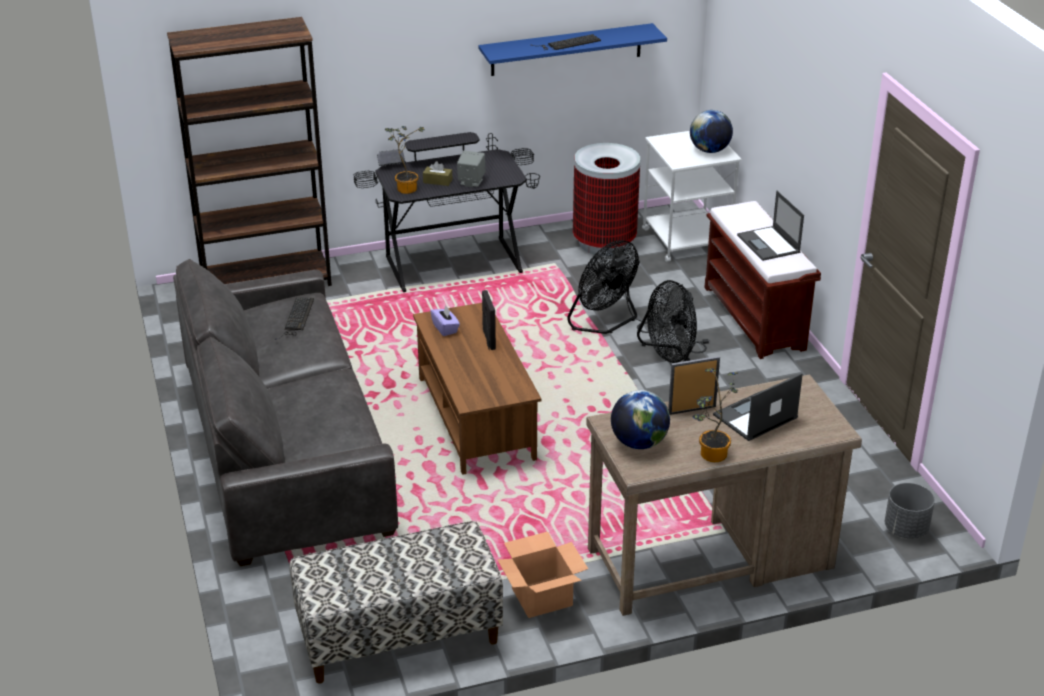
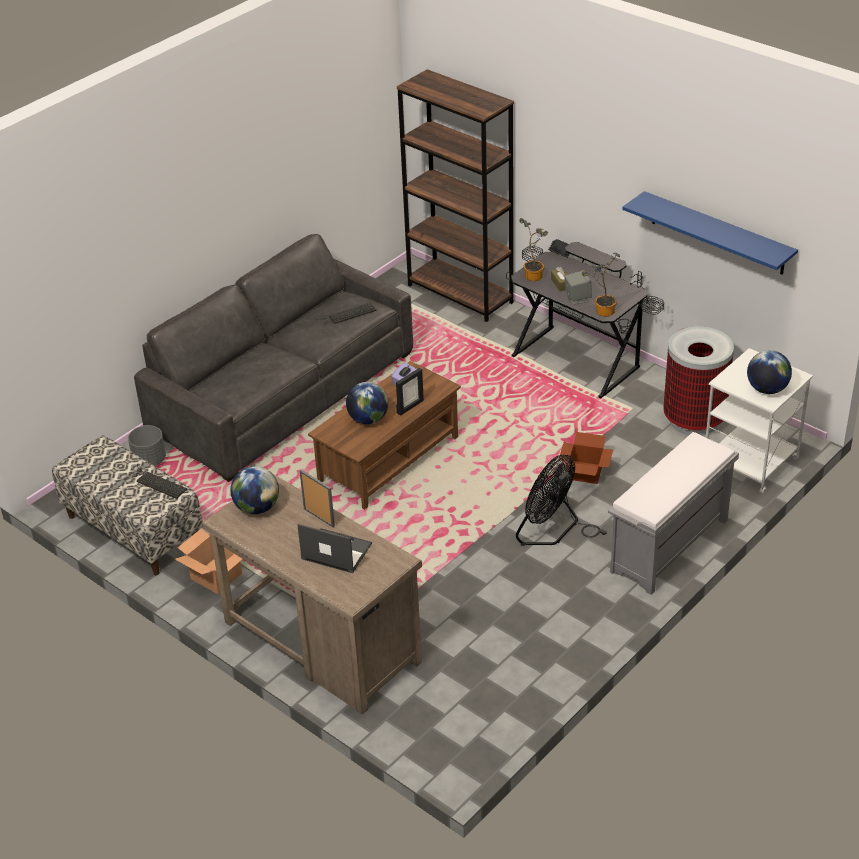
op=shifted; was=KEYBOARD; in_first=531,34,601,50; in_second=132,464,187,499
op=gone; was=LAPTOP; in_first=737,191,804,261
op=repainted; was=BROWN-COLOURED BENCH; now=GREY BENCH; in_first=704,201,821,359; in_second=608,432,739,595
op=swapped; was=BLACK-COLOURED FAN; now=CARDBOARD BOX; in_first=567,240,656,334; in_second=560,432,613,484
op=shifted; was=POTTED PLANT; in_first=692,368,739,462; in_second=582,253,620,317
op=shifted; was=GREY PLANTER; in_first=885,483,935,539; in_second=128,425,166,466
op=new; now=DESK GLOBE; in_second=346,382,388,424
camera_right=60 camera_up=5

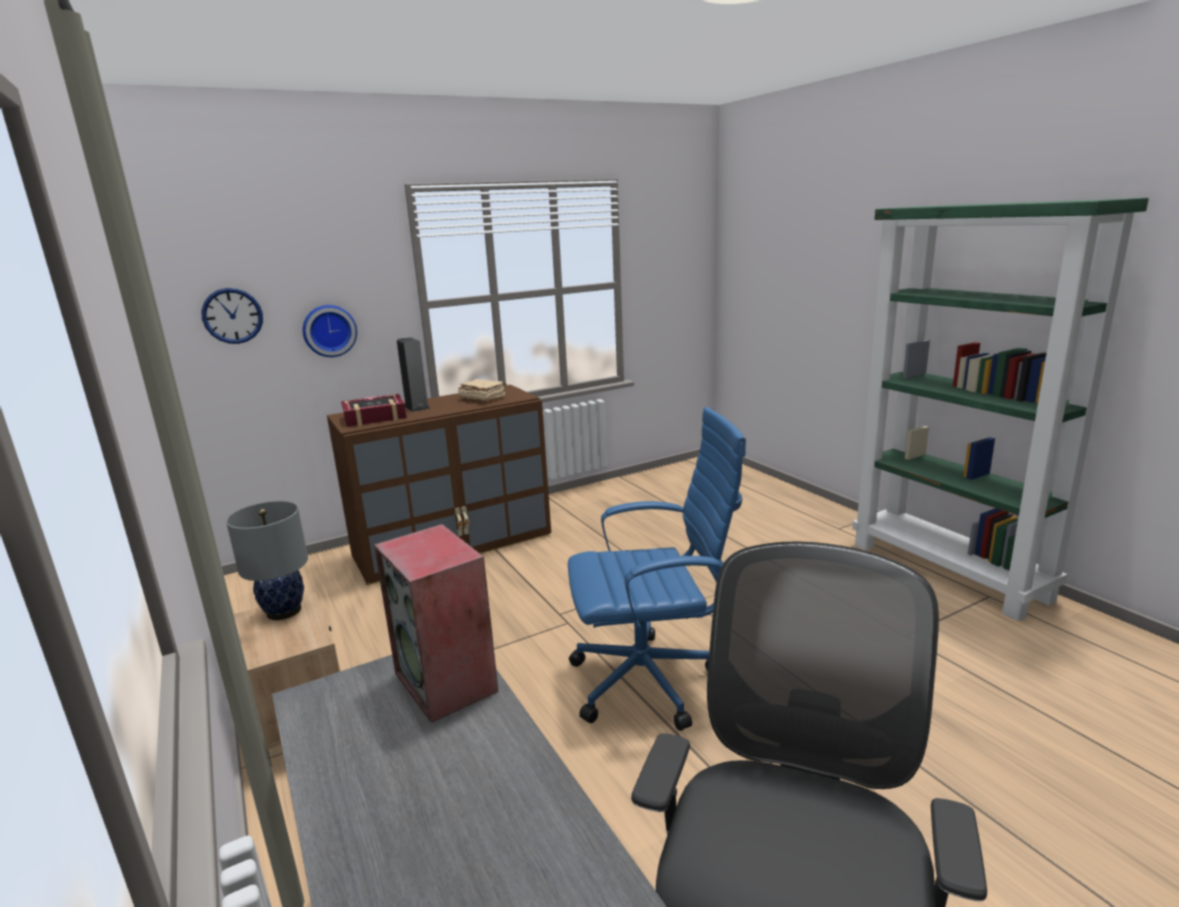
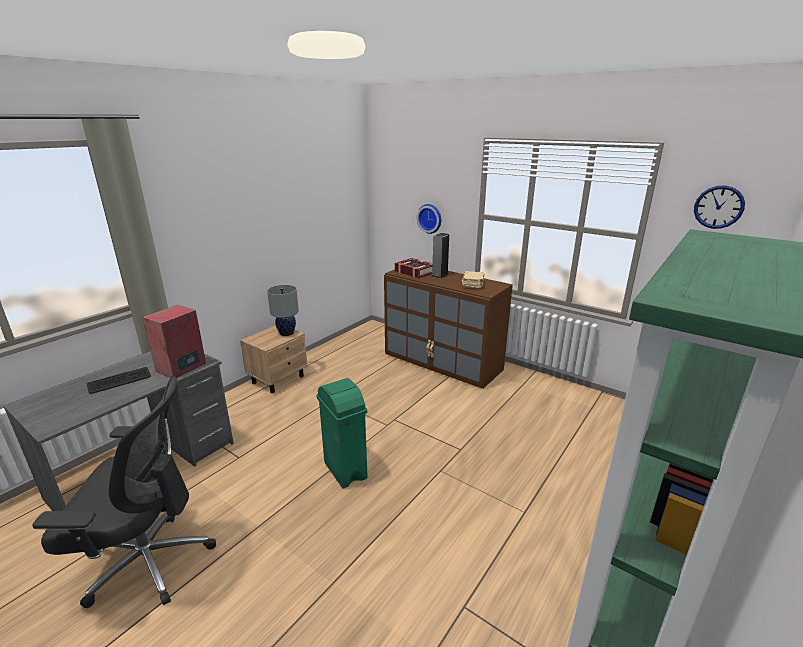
op=shifted; was=HANGING CLOCK; in_first=201,288,263,344; in_second=694,185,745,229
op=swapped; was=BLUE-COLOURED OFFICE CHAIR; now=GREENISH WASTE BIN; in_first=568,407,746,731; in_second=316,378,368,488
op=new; now=KEYBOARD; in_second=86,367,151,394
camera_right=65 camera_up=5

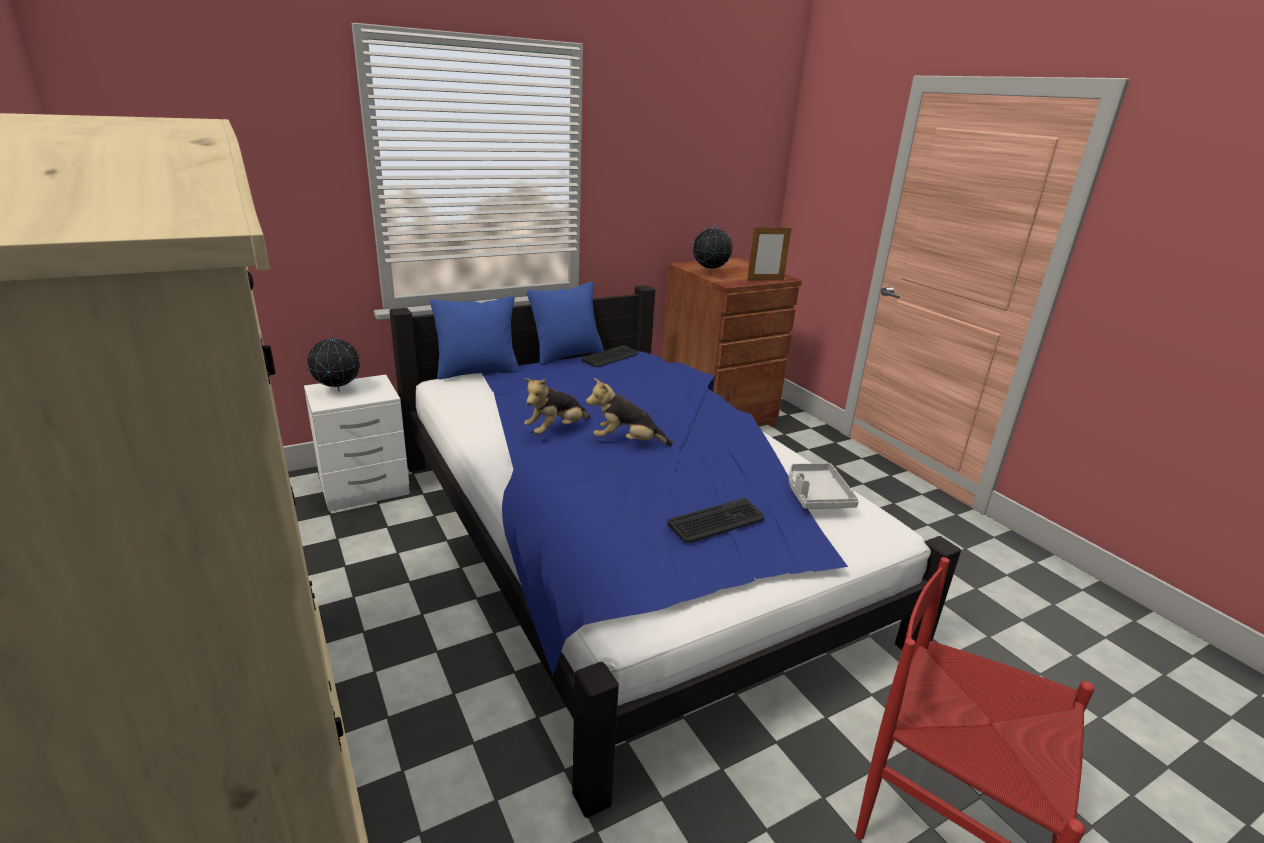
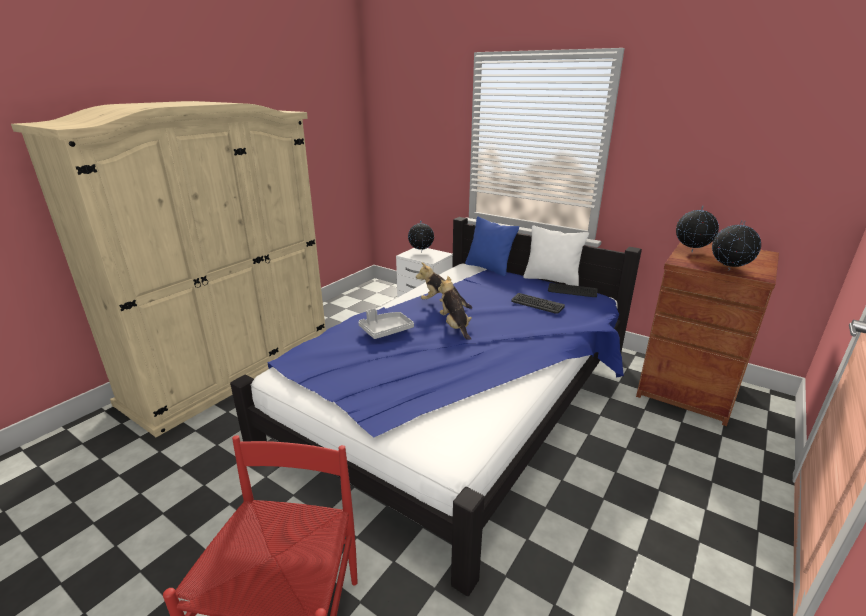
op=swapped; was=PHOTO FRAME; now=DESK GLOBE; in_first=747,226,791,280; in_second=712,220,761,271
op=repainted; was=BLUE-COLOURED CUSHION; now=WHITE CUSHION; in_first=527,281,604,365; in_second=523,225,589,286
op=shifted; was=GREY TRAY; in_first=789,463,859,509; in_second=358,308,414,339
op=shifted; was=KEYBOARD; in_first=667,498,764,543; in_second=511,293,565,314
camera_right=65 camera_up=0

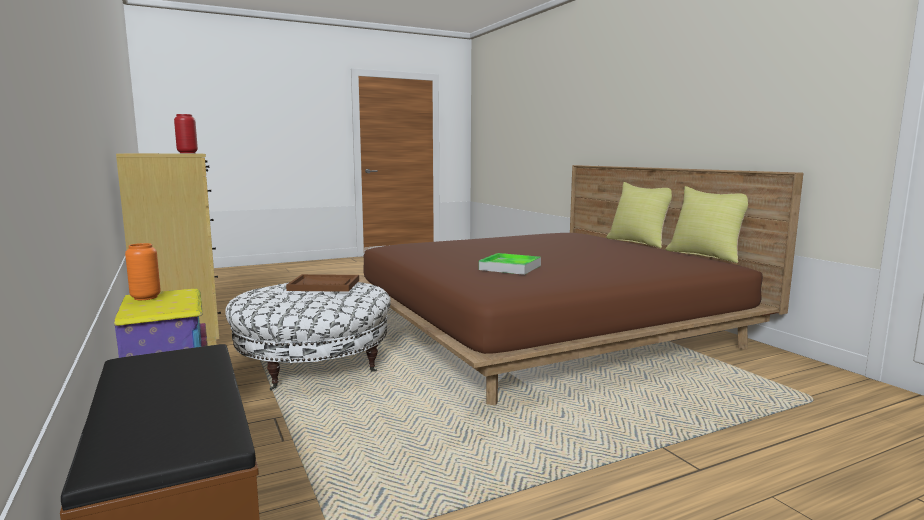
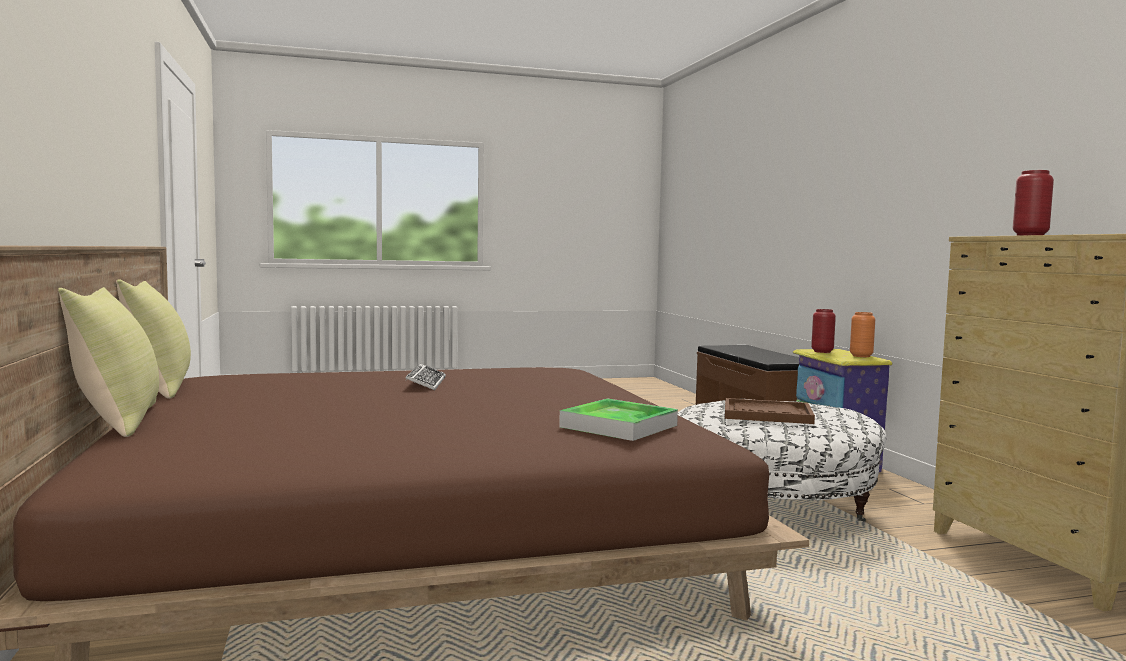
op=shifted; was=TRAY; in_first=479,253,541,275; in_second=559,398,678,441
op=new; now=RED VASE; in_second=811,309,836,353
op=new; now=KEYBOARD; in_second=405,364,446,390
camera_right=-170 camera_up=-5

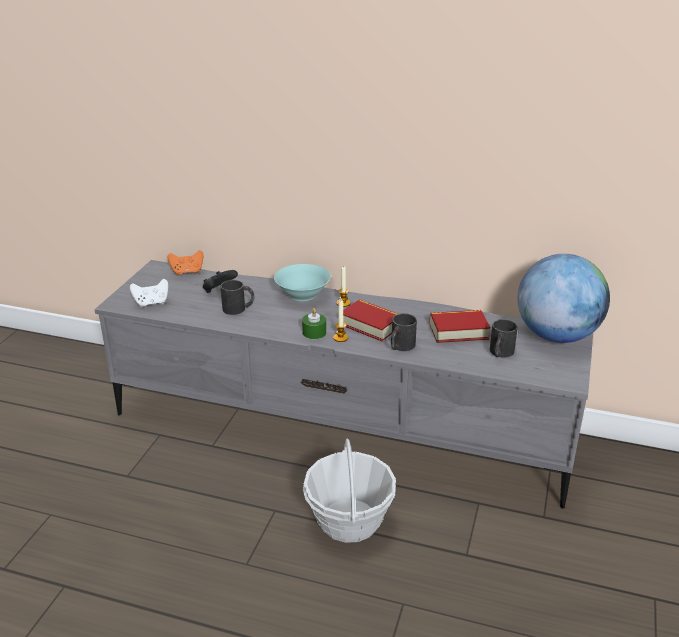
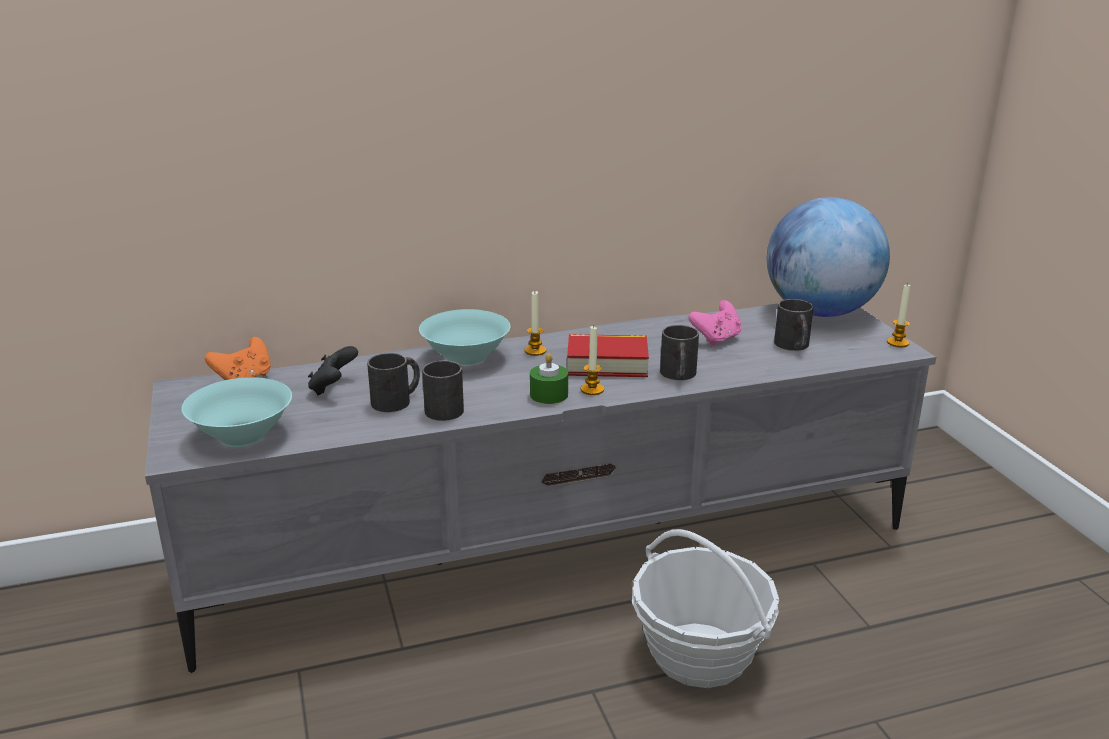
op=swapped; was=WHITE GAME CONTROLLER; now=TURQUOISE-COLOURED BOWL; in_first=130,279,168,308; in_second=182,377,292,447
op=swapped; was=BOUND BOOK; now=PINKISH GAME CONTROLLER; in_first=429,310,490,343; in_second=688,300,742,346
op=new; now=WAX LIGHT; in_second=887,283,911,347
op=new; now=BLACK-COLOURED COFFEE MUG; in_second=422,360,464,421
camera_right=-35 camera_up=-5

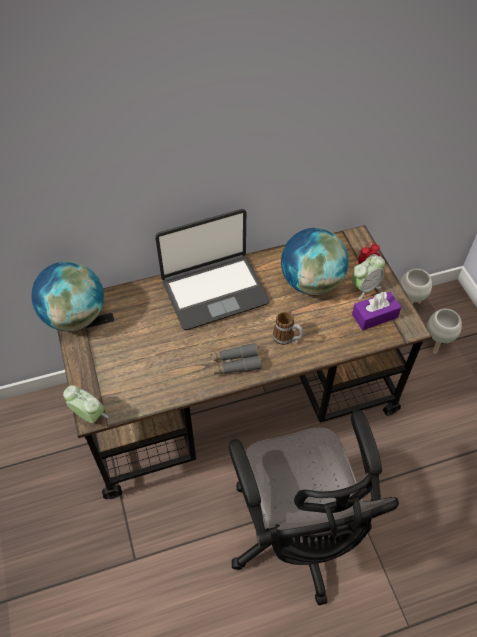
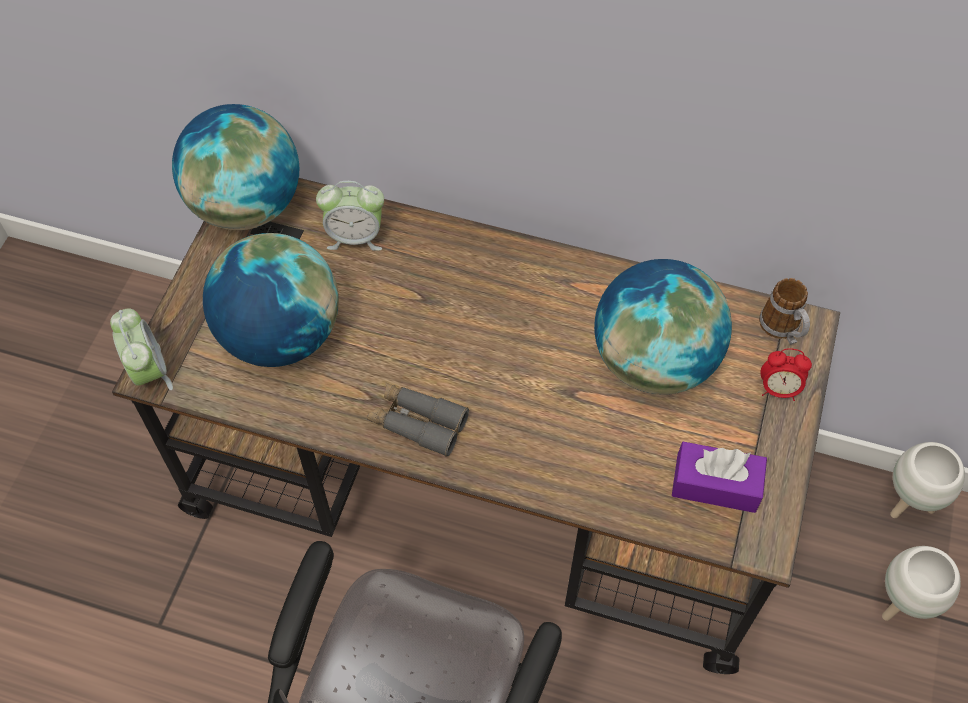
op=gone; was=LAPTOP; in_first=155,209,270,330
op=shifted; was=BEDSIDE CLOCK; in_first=351,256,385,300; in_second=316,181,384,251
op=shifted; was=COFFEE MUG; in_first=272,312,304,345; in_second=759,278,810,344
op=new; now=DESK GLOBE; in_second=203,233,339,367
camera_right=35 camera_up=5

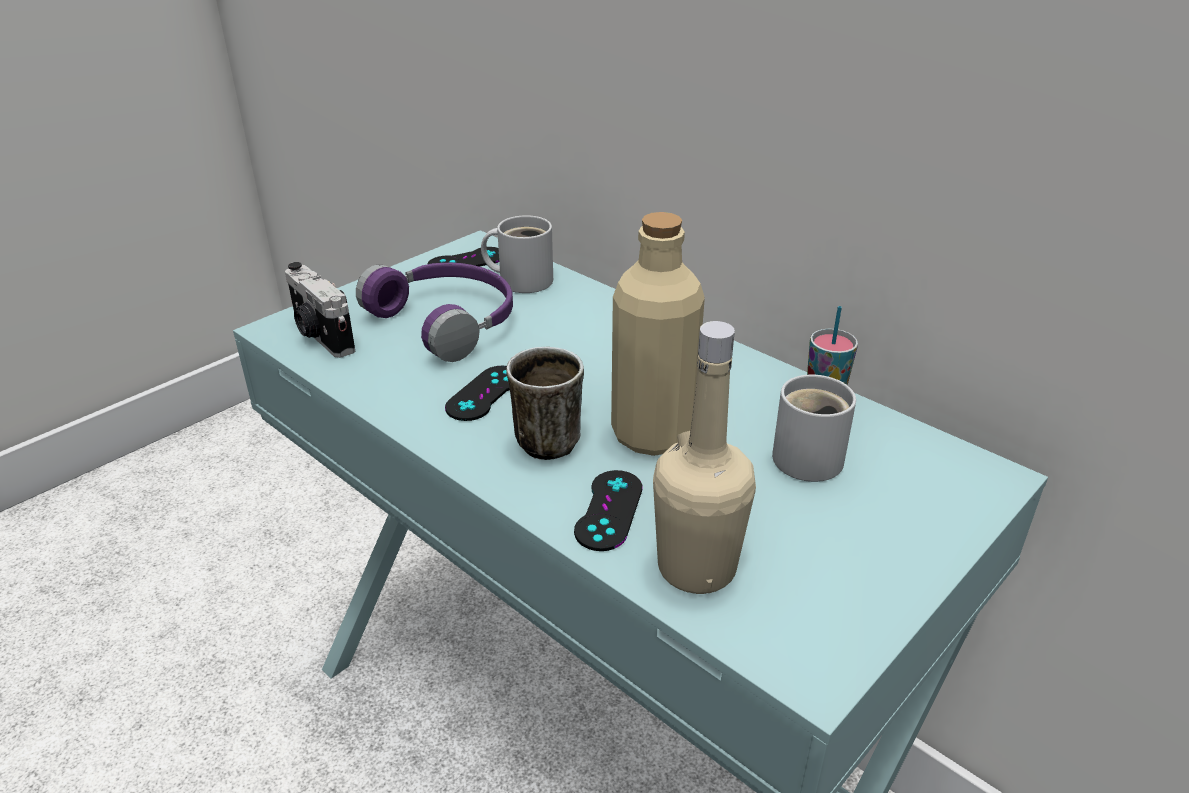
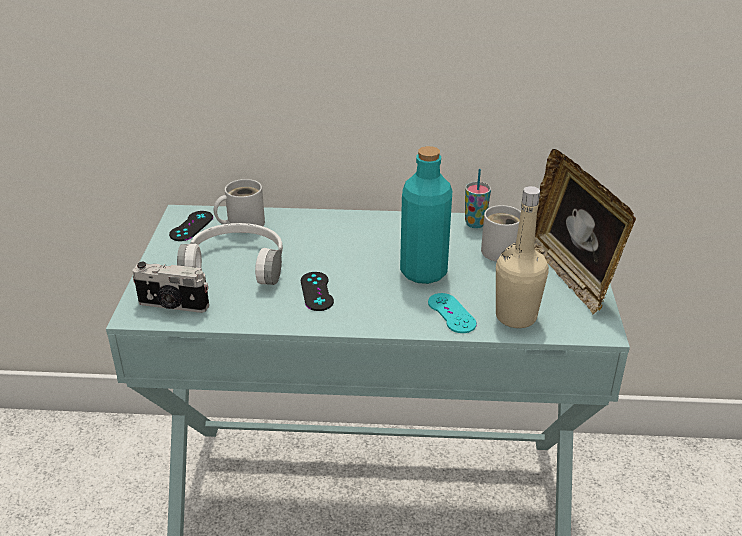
op=repainted; was=SAND-COLOURED BEVERAGE BOTTLE; now=TURQUOISE-COLOURED BEVERAGE BOTTLE; in_first=611,212,705,456; in_second=400,146,452,284
op=repainted; was=PURPLE-COLOURED HEADSET; now=WHITE HEADSET; in_first=356,263,513,362; in_second=177,223,283,285
op=gone; was=COFFEE MUG; in_first=506,347,584,460
op=repainted; was=BLACK-COLOURED GAME CONTROLLER; now=TURQUOISE-COLOURED GAME CONTROLLER; in_first=574,470,643,551; in_second=428,293,477,333
op=new; now=PHOTO FRAME; in_second=534,149,636,315
camera_right=-40 camera_up=0

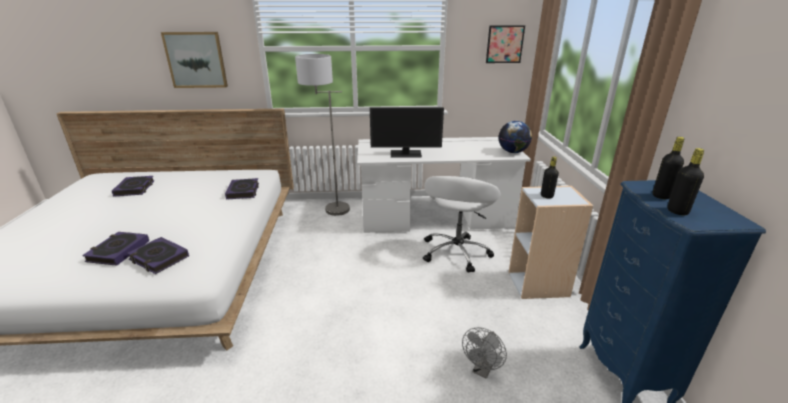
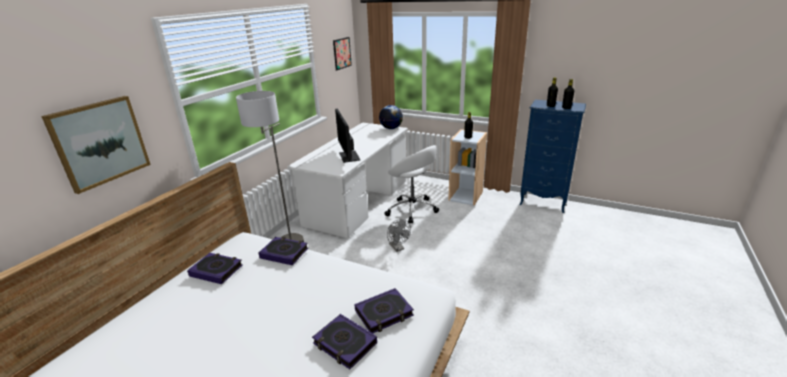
op=rotated; was=COMPUTER DISPLAY; in_first=370,107,444,158; in_second=335,109,360,163; clockwise=135
op=shifted; was=BOUND BOOK; in_first=112,176,155,197; in_second=187,253,243,284
op=shifted; was=GREY FAN; in_first=462,327,507,379; in_second=387,219,411,252
camera_right=-60 camera_up=0

